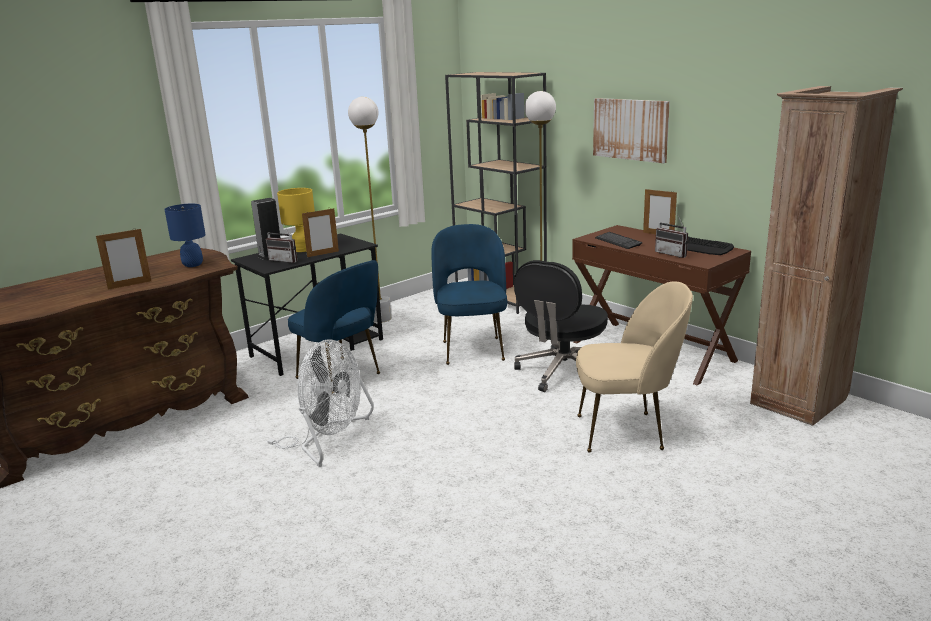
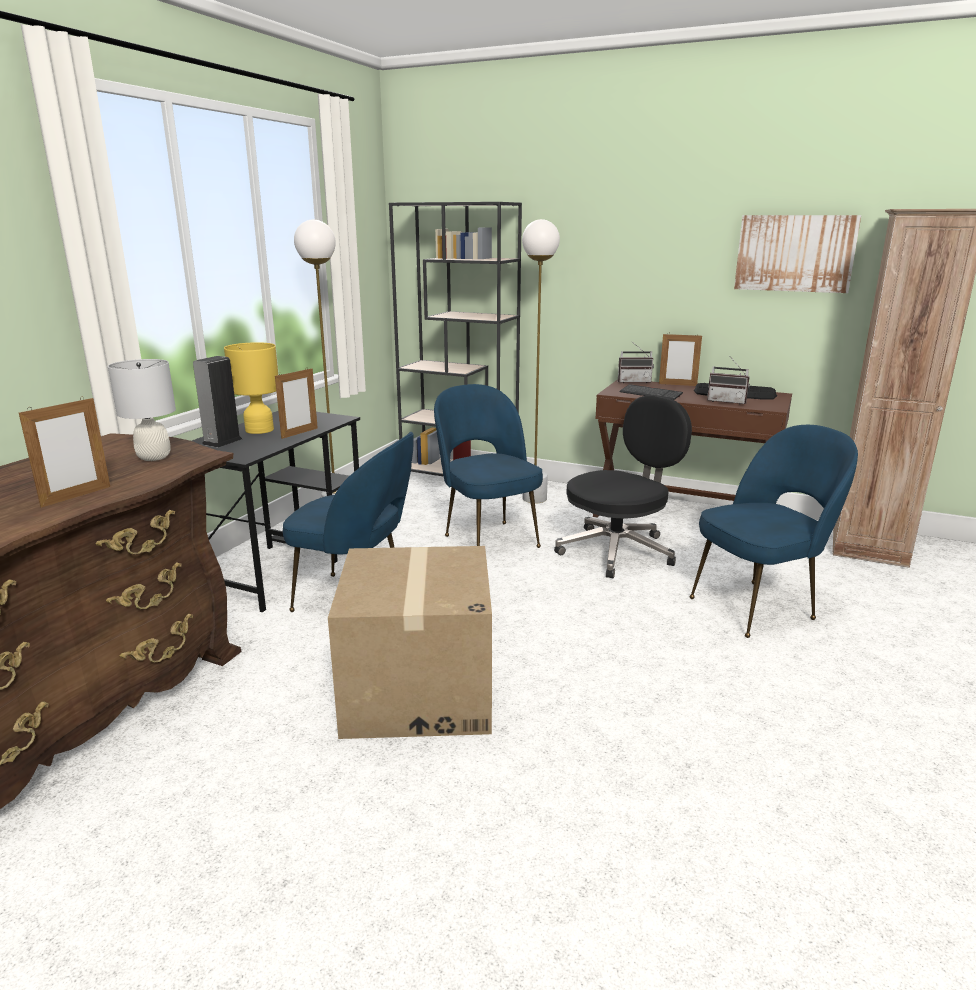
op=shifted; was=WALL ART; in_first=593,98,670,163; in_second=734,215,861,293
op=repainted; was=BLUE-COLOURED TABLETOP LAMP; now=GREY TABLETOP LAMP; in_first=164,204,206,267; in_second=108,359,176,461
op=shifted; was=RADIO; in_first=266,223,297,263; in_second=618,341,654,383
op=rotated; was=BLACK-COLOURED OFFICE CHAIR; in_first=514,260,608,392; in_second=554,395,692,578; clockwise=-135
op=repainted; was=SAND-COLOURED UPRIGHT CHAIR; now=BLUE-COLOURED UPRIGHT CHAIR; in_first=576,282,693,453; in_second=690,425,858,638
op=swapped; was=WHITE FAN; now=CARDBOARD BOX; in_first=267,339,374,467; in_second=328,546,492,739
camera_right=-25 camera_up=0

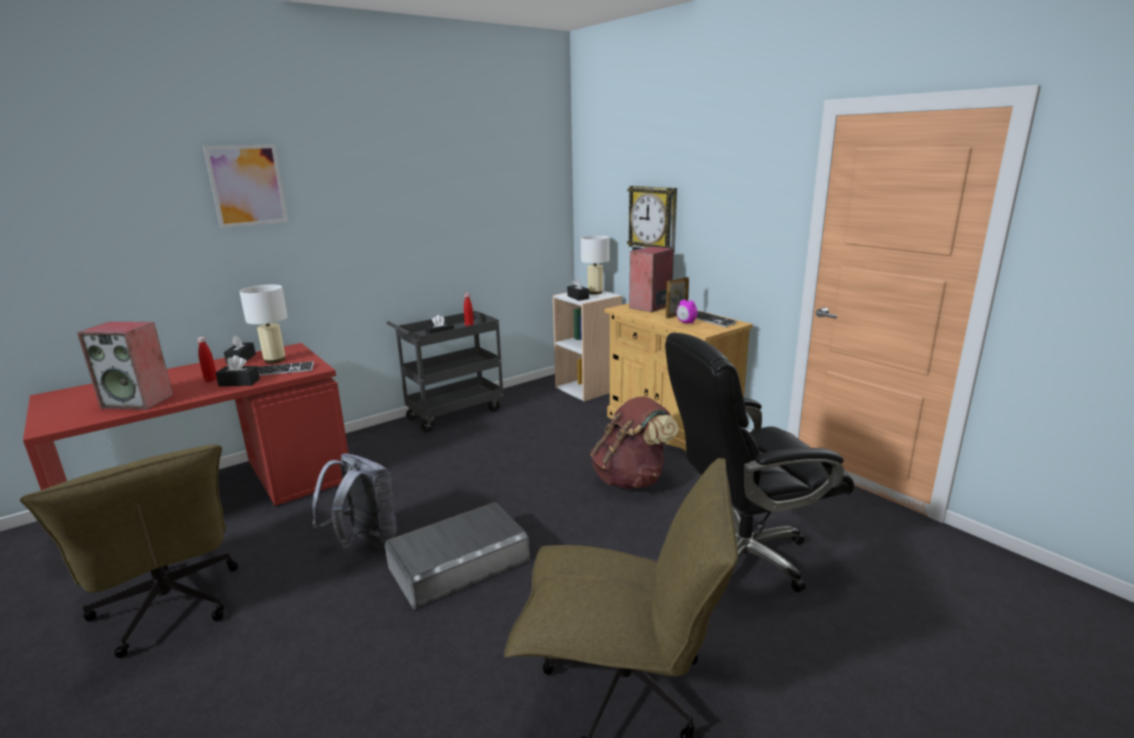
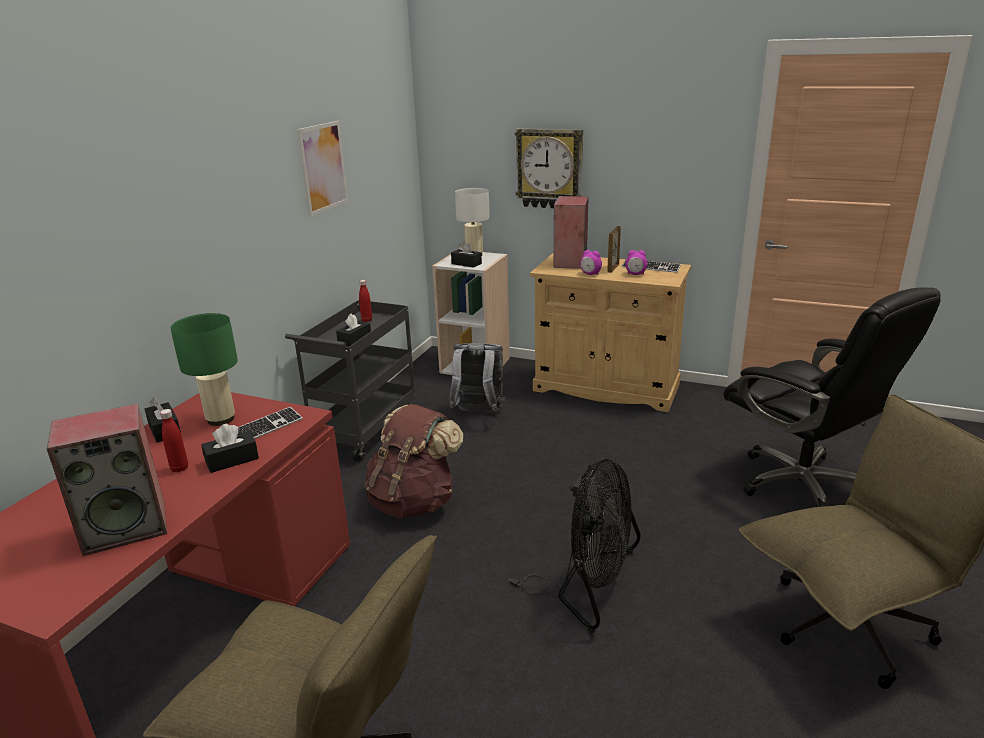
op=shifted; was=WALL ART; in_first=203,145,288,228; in_second=297,121,348,216
op=repainted; was=WHITE TABLETOP LAMP; now=GREENISH TABLETOP LAMP; in_first=240,285,288,364; in_second=171,313,238,426
op=rotated; was=BLACK-COLOURED OFFICE CHAIR; in_first=665,333,854,592; in_second=724,287,941,507; clockwise=-75
op=shifted; was=BROWN-COLOURED RUCKSACK; in_first=590,396,679,489; in_second=365,404,463,518
op=shifted; was=GREY RUCKSACK; in_first=312,454,397,548; in_second=449,343,505,413
op=swapped; was=GREY STORAGE CONTAINER; now=BLACK-COLOURED FAN; in_first=385,502,530,609; in_second=509,459,641,634
op=new; now=BEDSIDE CLOCK; in_second=580,250,602,275
camera_right=-30 camera_up=5

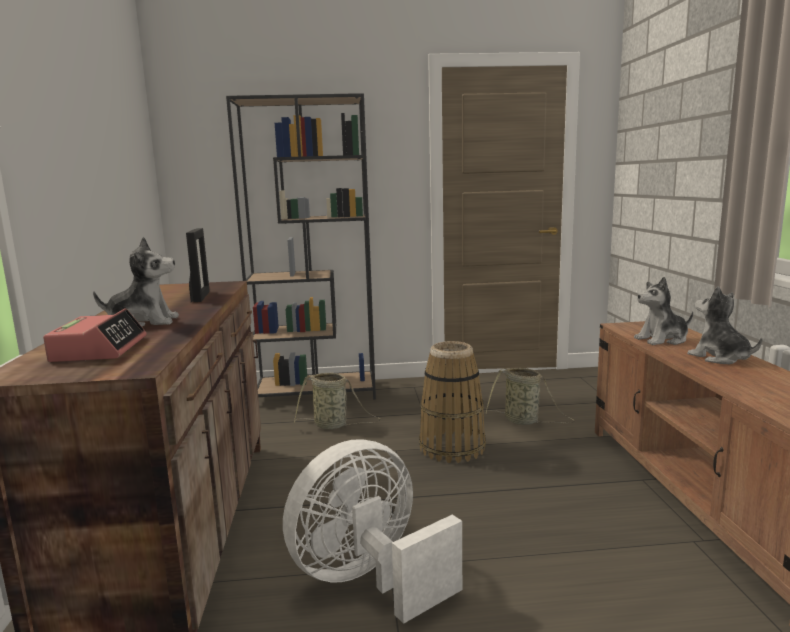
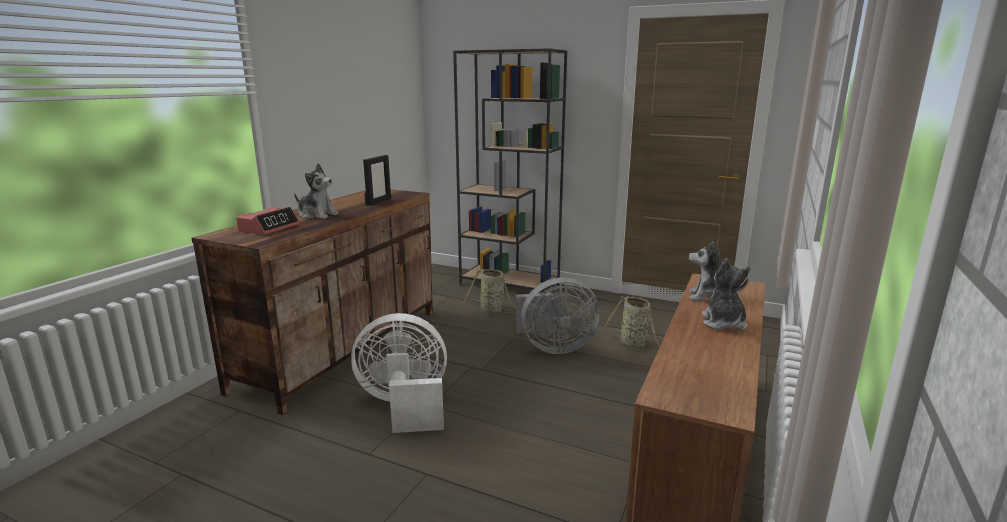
op=swapped; was=HOUSEHOLD BASKET; now=GREY FAN; in_first=419,341,486,463; in_second=516,278,600,354
camera_right=30 camera_up=5

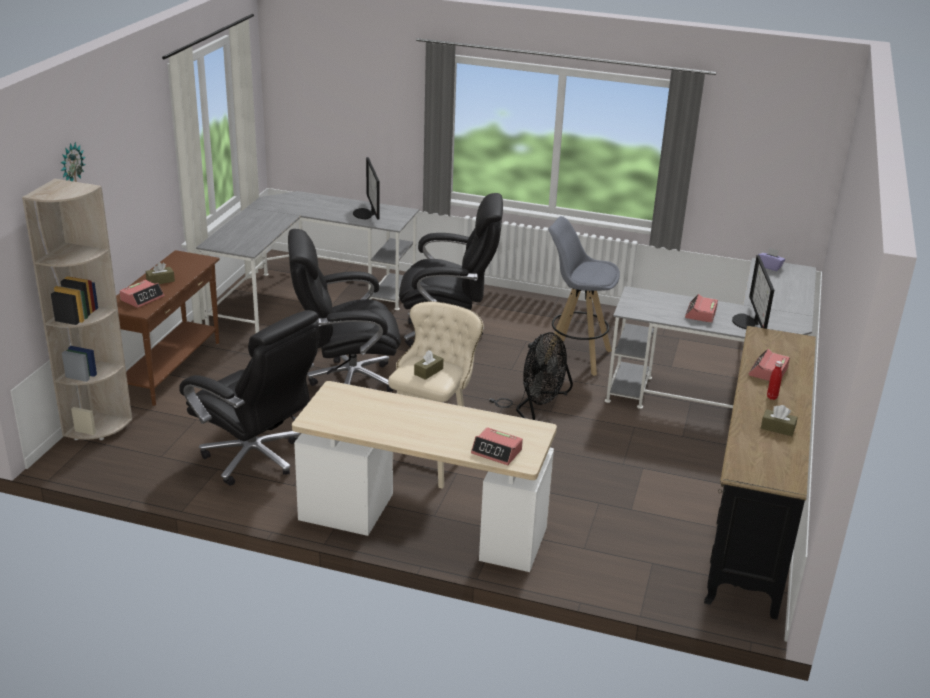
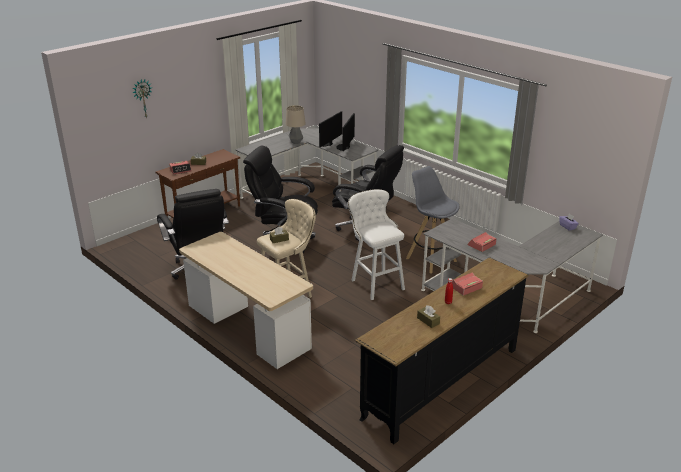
op=gone; was=SAND-COLOURED BOOKCASE; in_first=22,179,132,440
op=shifted; was=COMPUTER DISPLAY; in_first=732,255,774,329; in_second=319,111,342,147
op=swapped; was=BLACK-COLOURED FAN; now=WHITE SITTING STOOL; in_first=489,332,573,420; in_second=348,189,405,300
op=gone; was=BEDSIDE CLOCK; in_first=471,427,523,465
op=new; now=TABLETOP LAMP; in_second=286,105,306,144
camera_right=30 camera_up=0

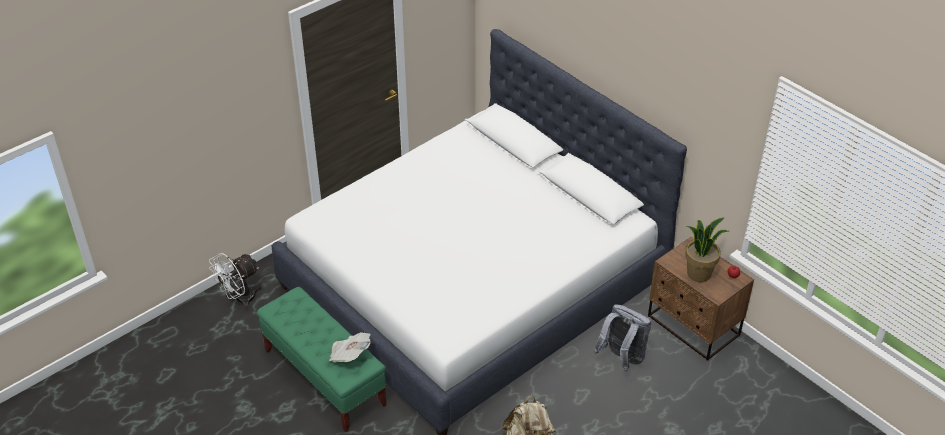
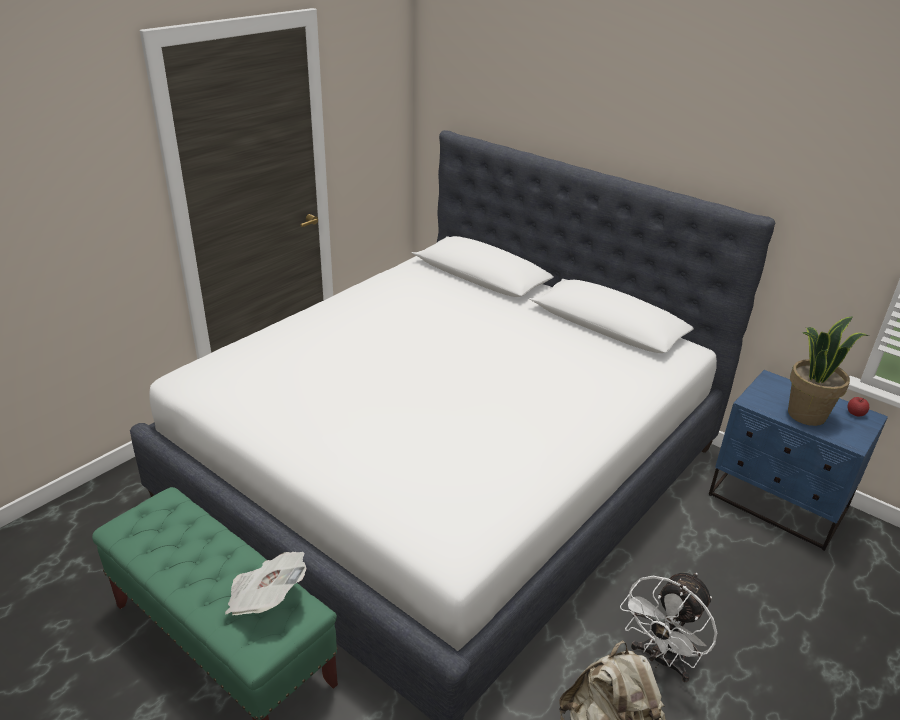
op=repainted; was=BROWN-COLOURED BEDSIDE TABLE; now=BLUE-COLOURED BEDSIDE TABLE; in_first=648,237,754,361; in_second=709,370,888,551
op=shifted; was=WHITE FAN; in_first=209,253,262,310; in_second=620,573,717,682
op=gone; was=GREY RUCKSACK; in_first=594,304,652,371
camera_right=-10 camera_up=-10

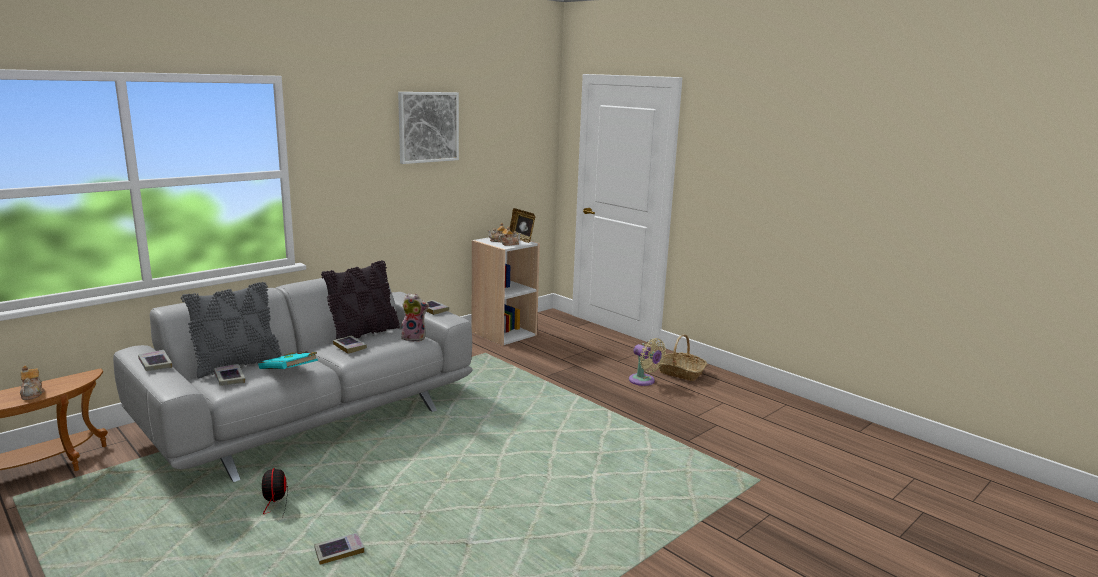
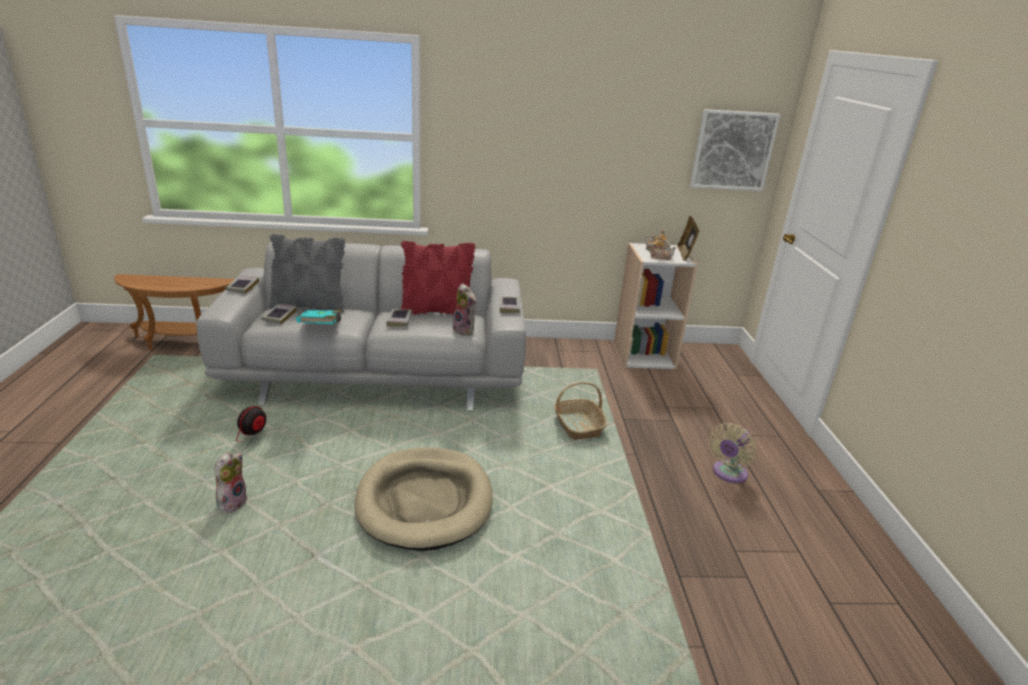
op=shifted; was=WALL ART; in_first=398,92,459,164; in_second=690,109,780,191
op=repainted; was=BLACK-COLOURED CUSHION; now=RED CUSHION; in_first=321,260,400,339; in_second=400,241,476,315
op=shifted; was=HOUSEHOLD BASKET; in_first=658,334,707,381; in_second=554,382,607,440
op=rotated; was=SAND-COLOURED FAN; in_first=629,338,666,386; in_second=709,423,756,483; clockwise=45
op=gone; was=POT FOR TEA; in_first=20,366,45,400
op=swapped; was=BOUND BOOK; now=PLUSH TOY; in_first=314,532,364,565; in_second=214,452,247,517
op=new; now=SAND-COLOURED DOG BED; in_second=354,447,493,551
camera_right=40 camera_up=10

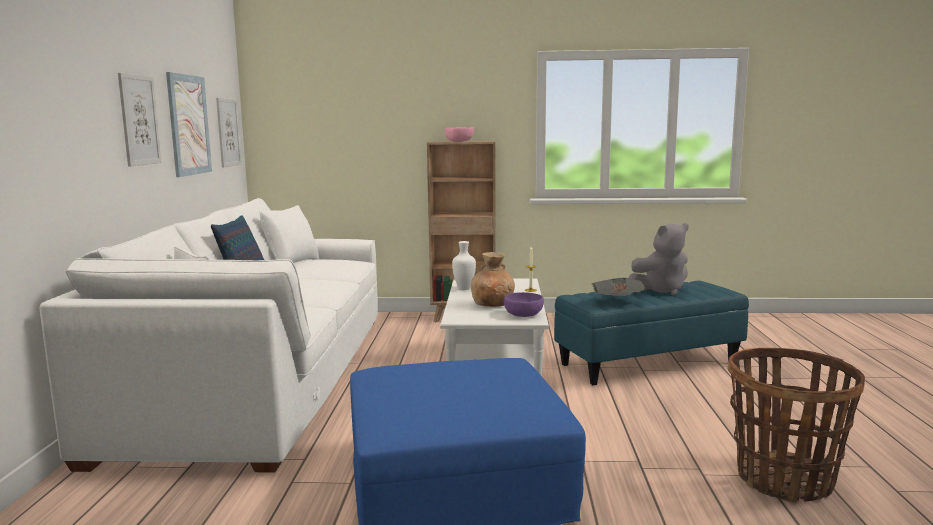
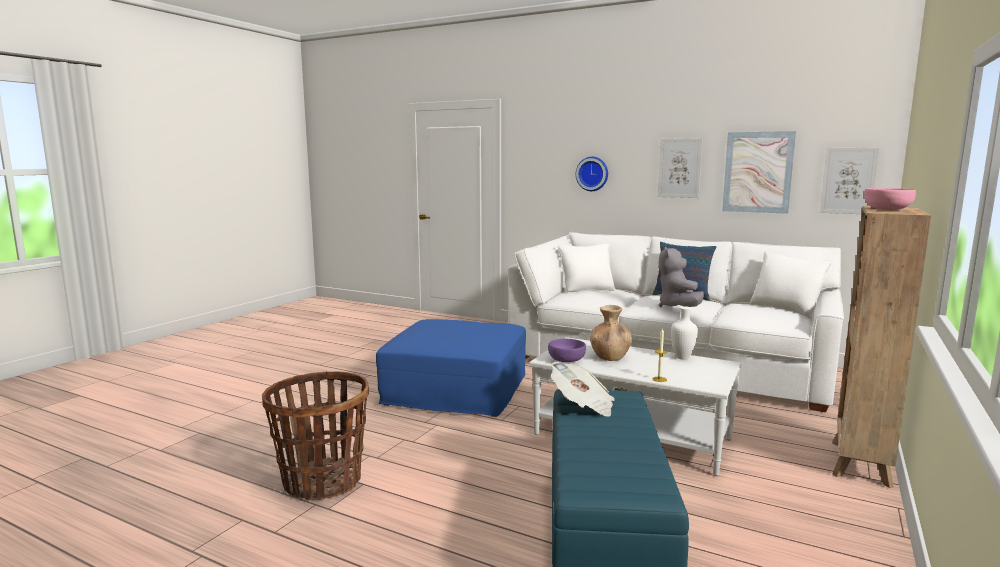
op=shifted; was=GREY PLUSH TOY; in_first=629,223,688,296; in_second=658,247,704,307
op=new; now=HANGING CLOCK; in_second=576,157,608,191
camera_right=115 camera_up=0

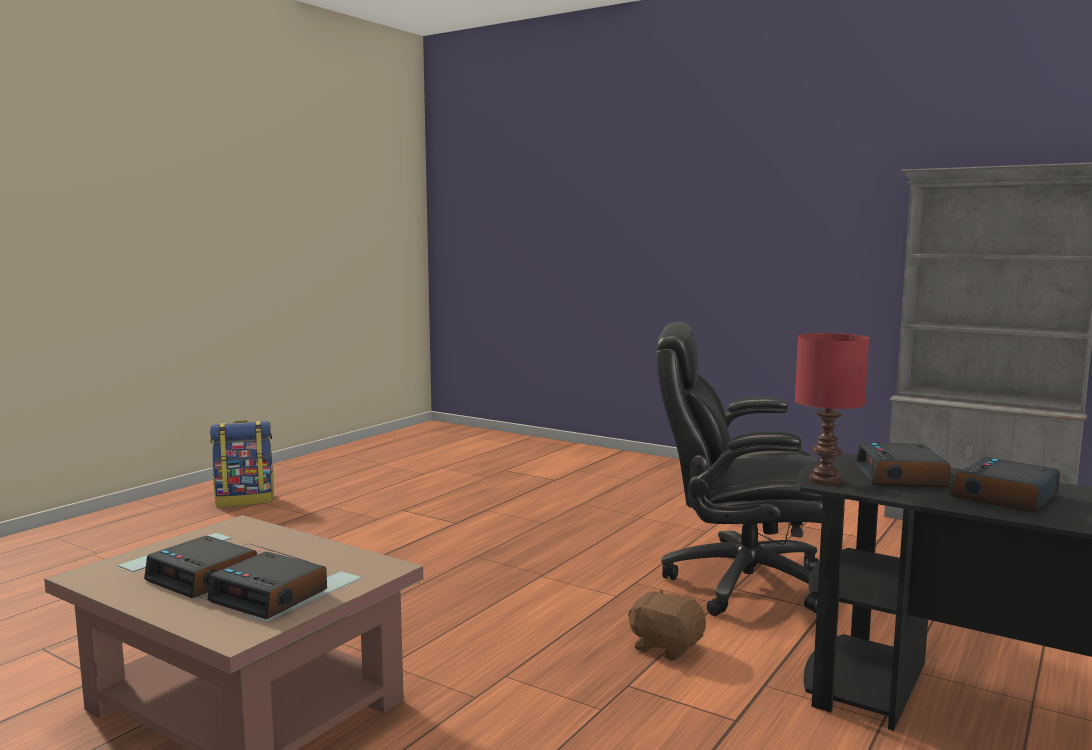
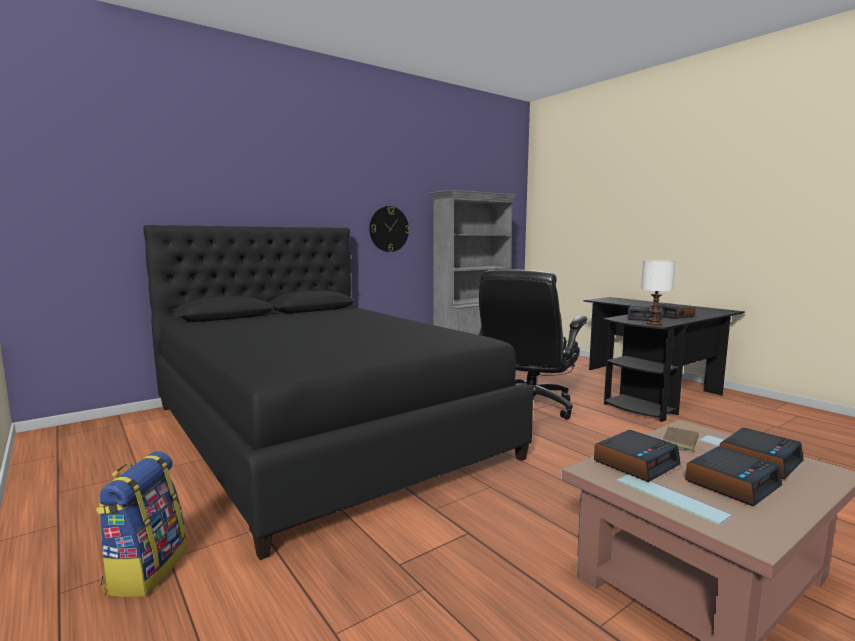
op=repainted; was=RED TABLETOP LAMP; now=WHITE TABLETOP LAMP; in_first=795,333,869,485; in_second=641,260,675,326
op=gone; was=BROWN-COLOURED PLUSH TOY; in_first=628,589,706,661
op=new; now=HANGING CLOCK; in_second=369,206,409,252
op=new; now=BLACK-COLOURED SLEEPING BED; in_second=143,225,533,560
op=new; now=BROWN-COLOURED BOUND BOOK; in_second=663,426,708,451
op=new; now=BEDSIDE CLOCK; in_second=594,430,680,482
camera_right=-70 camera_up=0

